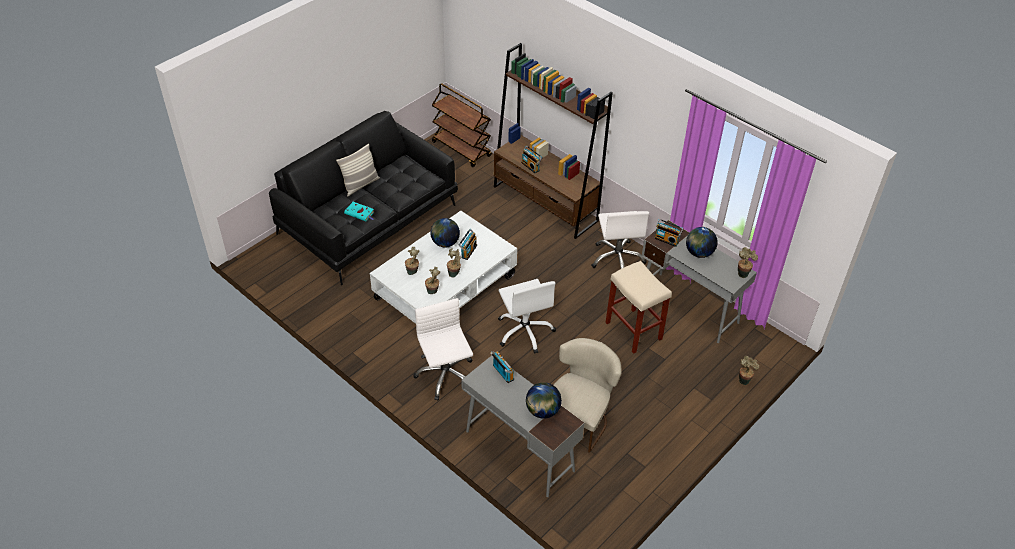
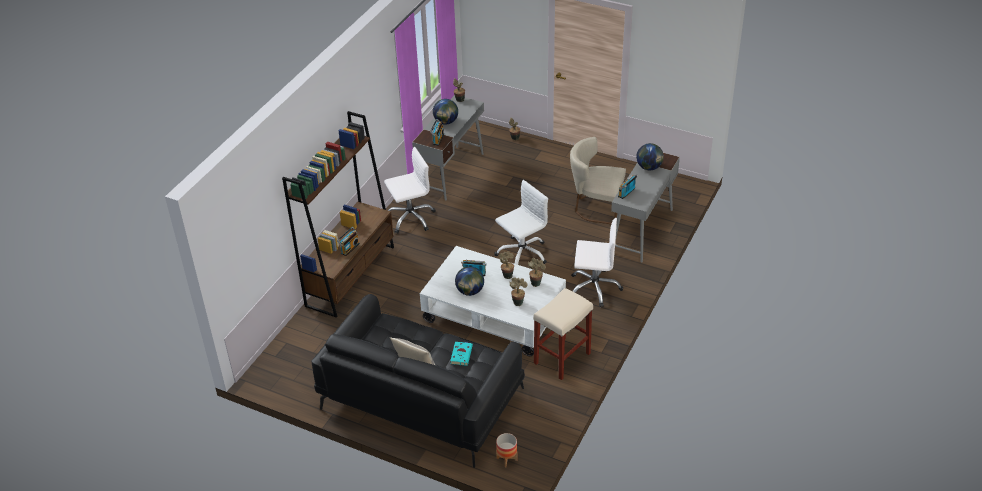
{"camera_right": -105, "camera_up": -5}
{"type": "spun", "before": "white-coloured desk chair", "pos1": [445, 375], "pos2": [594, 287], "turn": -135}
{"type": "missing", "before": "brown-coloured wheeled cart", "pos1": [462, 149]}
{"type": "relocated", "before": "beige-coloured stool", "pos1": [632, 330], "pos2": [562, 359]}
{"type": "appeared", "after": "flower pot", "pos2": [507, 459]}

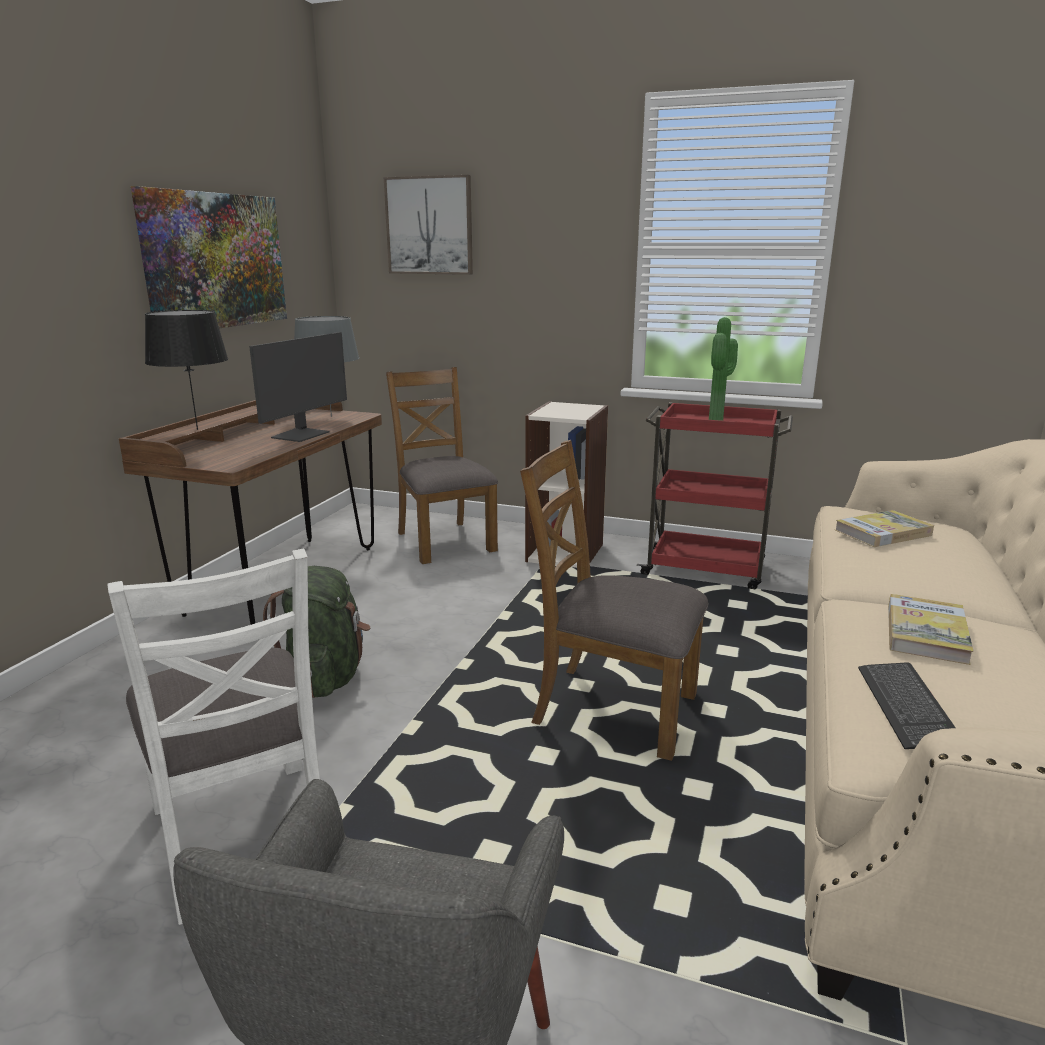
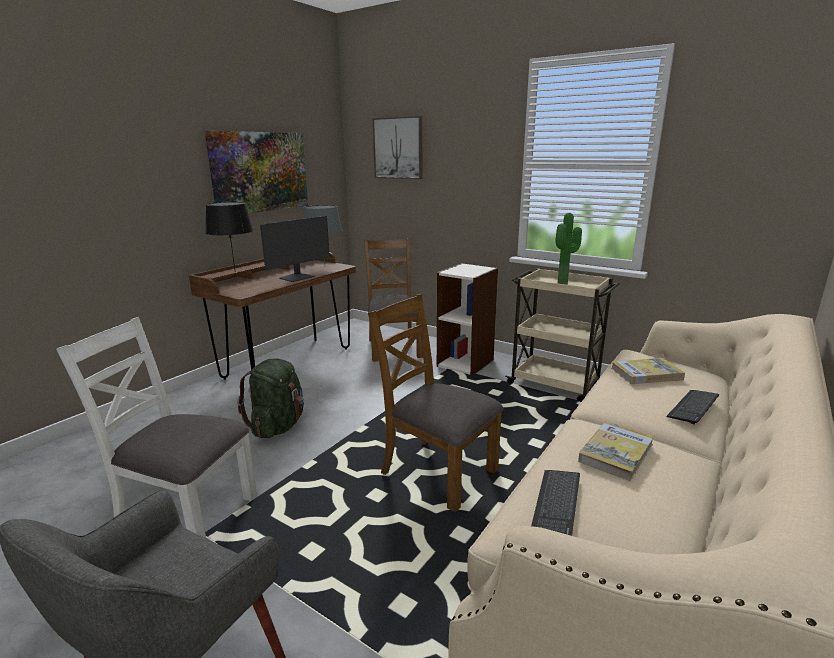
{"camera_right": 15, "camera_up": 0}
{"type": "spun", "before": "white-coloured plain chair", "pos1": [243, 835], "pos2": [186, 513], "turn": 120}
{"type": "colour", "before": "reddish wheeled cart", "after": "beige-coloured wheeled cart", "pos1": [706, 569], "pos2": [555, 384]}
{"type": "appeared", "after": "keyboard", "pos2": [693, 407]}

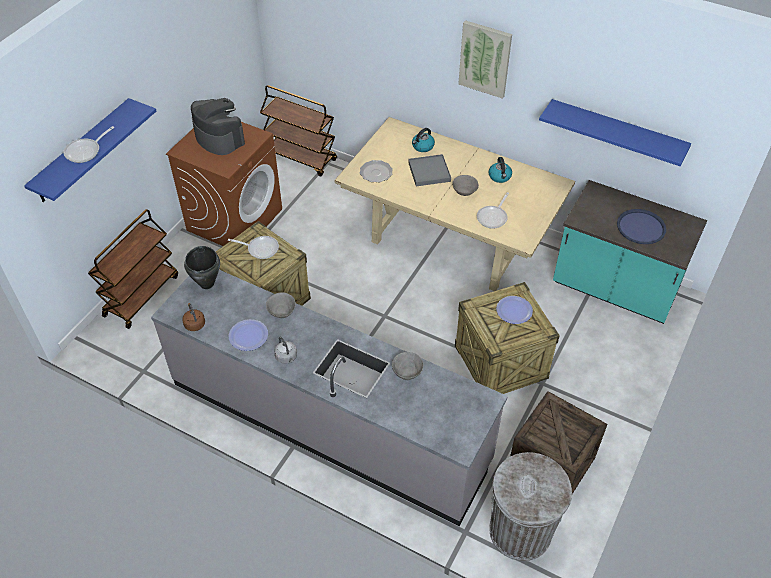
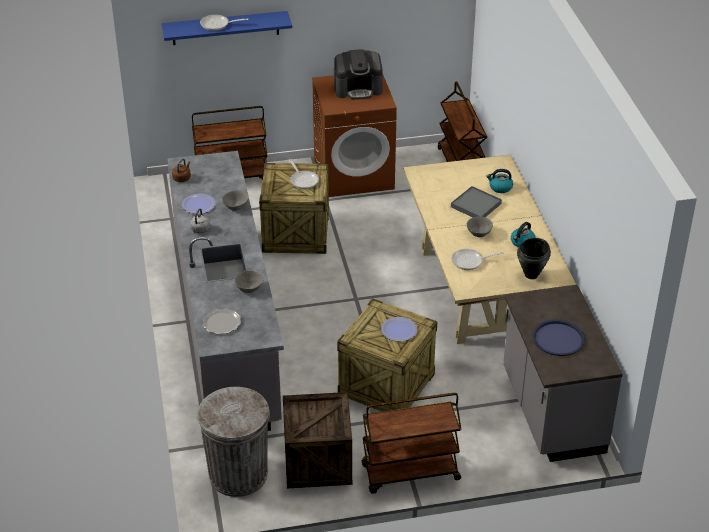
{"camera_right": 50, "camera_up": -10}
{"type": "relocated", "before": "blackish saucepot", "pos1": [207, 283], "pos2": [531, 275]}
{"type": "spun", "before": "coffee machine", "pos1": [219, 138], "pos2": [358, 89], "turn": 75}
{"type": "relocated", "before": "flat dish", "pos1": [376, 173], "pos2": [221, 323]}
{"type": "missing", "before": "picture", "pos1": [485, 59]}
{"type": "missing", "before": "blue-coloured shelf", "pos1": [617, 132]}
{"type": "colour", "before": "turquoise counter", "after": "grey counter", "pos1": [614, 289], "pos2": [551, 412]}
{"type": "appeared", "after": "brown-coloured wheeled cart", "pos2": [410, 473]}

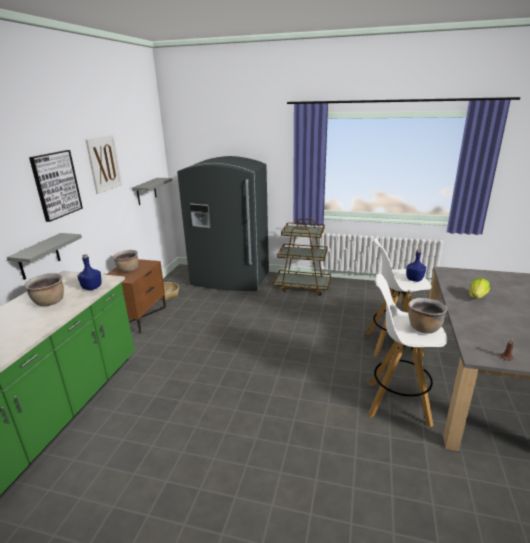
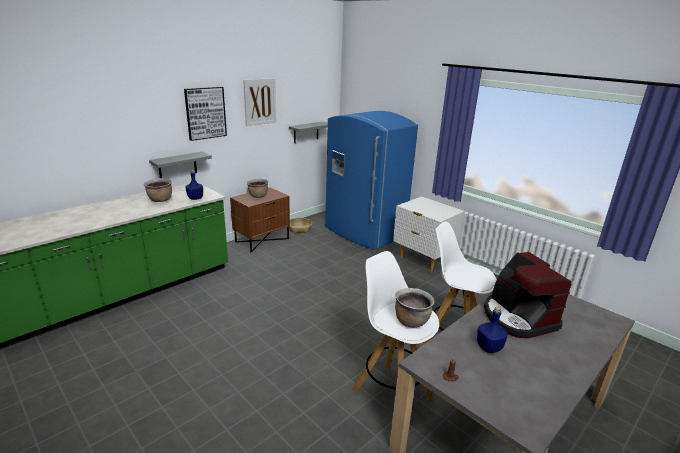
{"camera_right": 30, "camera_up": 0}
{"type": "colour", "before": "grey fridge", "after": "blue-coloured fridge", "pos1": [230, 279], "pos2": [363, 233]}
{"type": "exchanged", "before": "brown-coloured wheeled cart", "after": "white-coloured nightstand", "pos1": [302, 286], "pos2": [423, 260]}
{"type": "relocated", "before": "blue-coloured bottle", "pos1": [414, 279], "pos2": [488, 347]}
{"type": "exchanged", "before": "lettuce", "after": "coffee machine", "pos1": [477, 297], "pos2": [518, 318]}

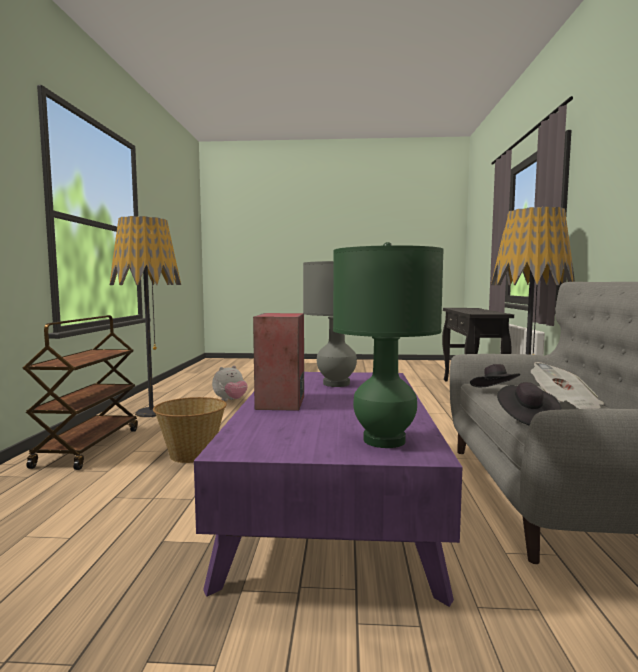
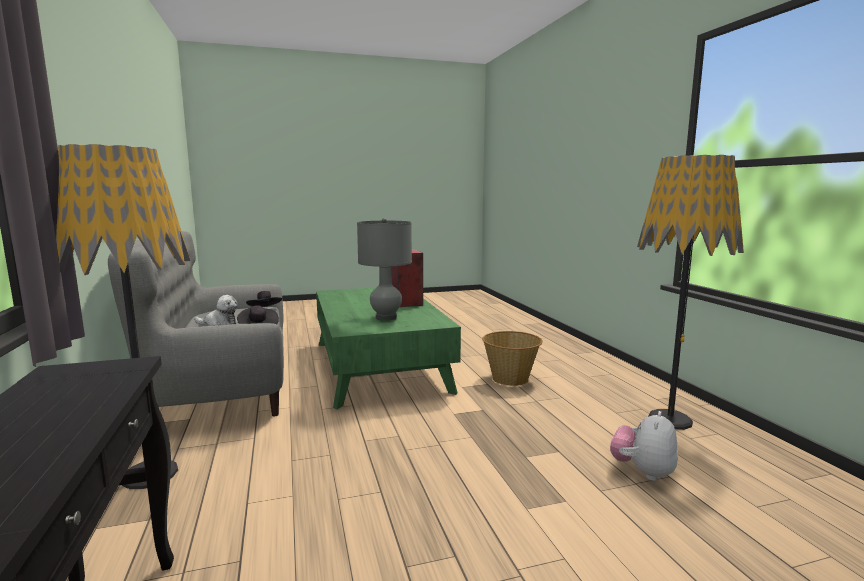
{"camera_right": 160, "camera_up": 5}
{"type": "missing", "before": "brown-coloured wheeled cart", "pos1": [88, 446]}
{"type": "colour", "before": "purplish lounge table", "after": "greenish lounge table", "pos1": [332, 501], "pos2": [378, 365]}
{"type": "missing", "before": "greenish tabletop lamp", "pos1": [384, 441]}
{"type": "exchanged", "before": "daily paper", "after": "soft toy", "pos1": [565, 405], "pos2": [219, 324]}

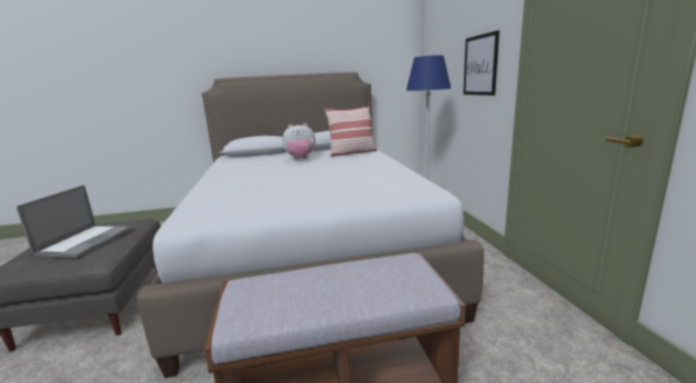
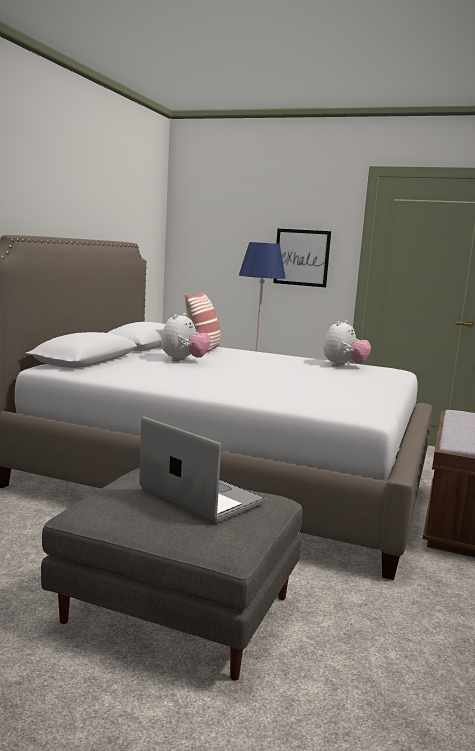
{"camera_right": -60, "camera_up": -5}
{"type": "appeared", "after": "soft toy", "pos2": [344, 366]}

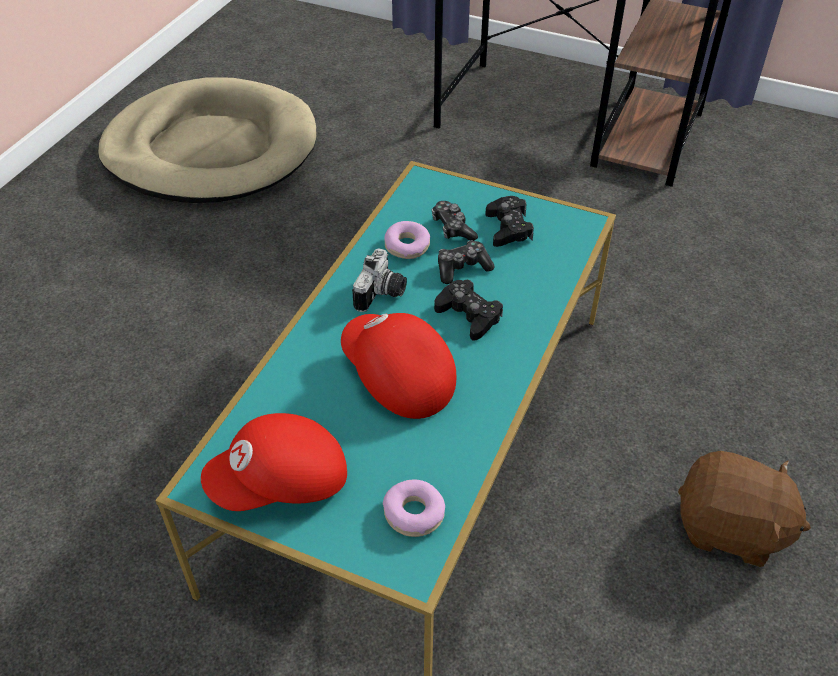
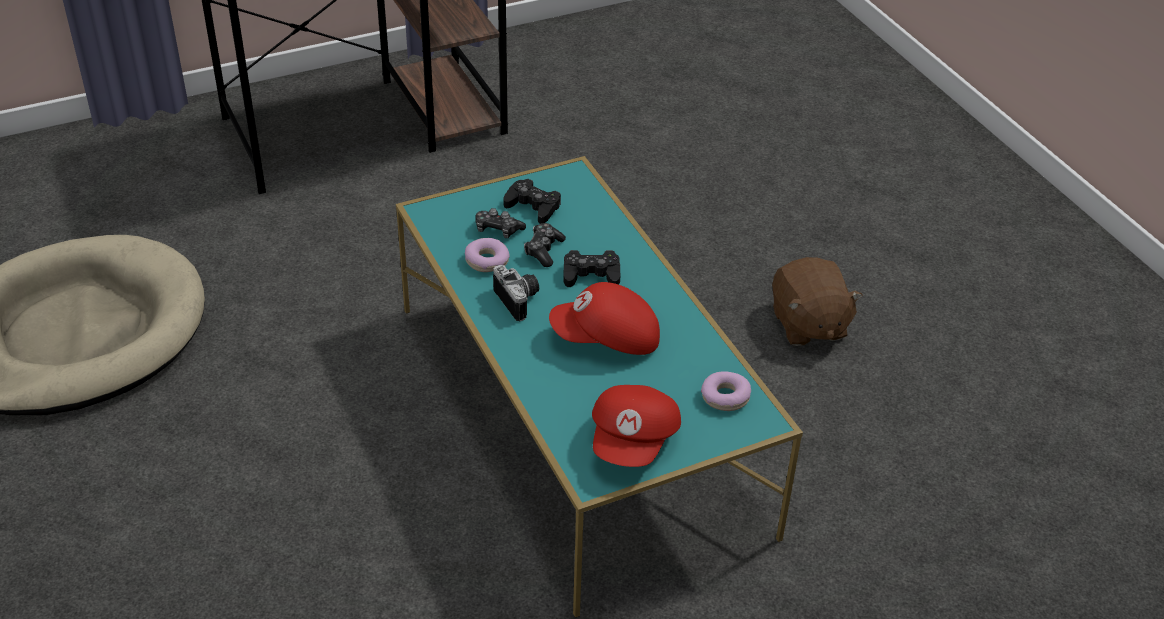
{"camera_right": -50, "camera_up": -5}
{"type": "spun", "before": "brown-coloured soft toy", "pos1": [730, 528], "pos2": [808, 325], "turn": 105}

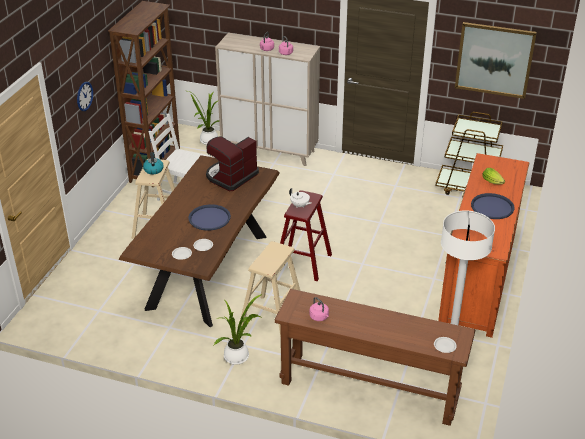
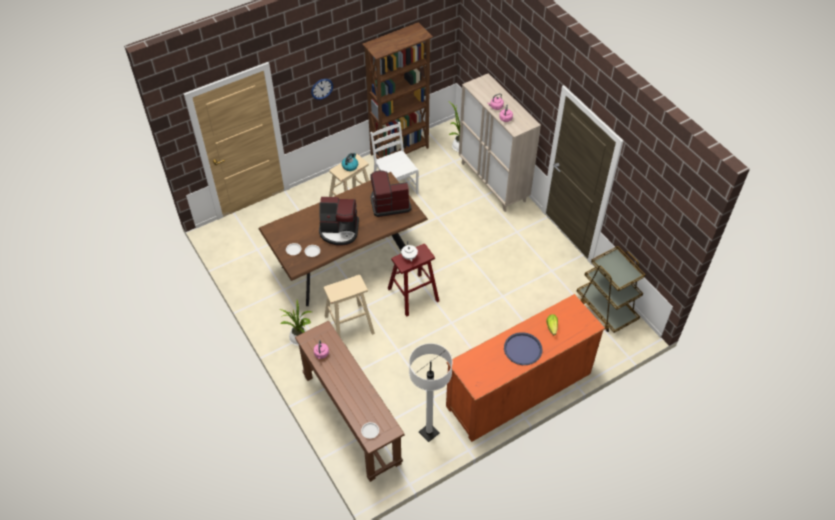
{"camera_right": 40, "camera_up": 15}
{"type": "exchanged", "before": "blue-coloured serving tray", "after": "coffee machine", "pos1": [209, 218], "pos2": [339, 231]}
{"type": "missing", "before": "picture", "pos1": [494, 60]}

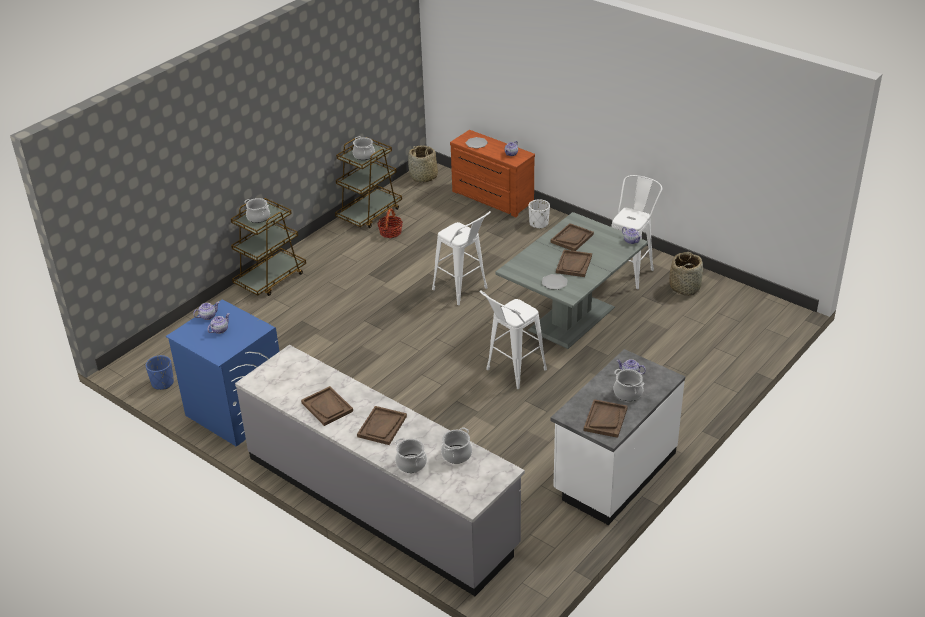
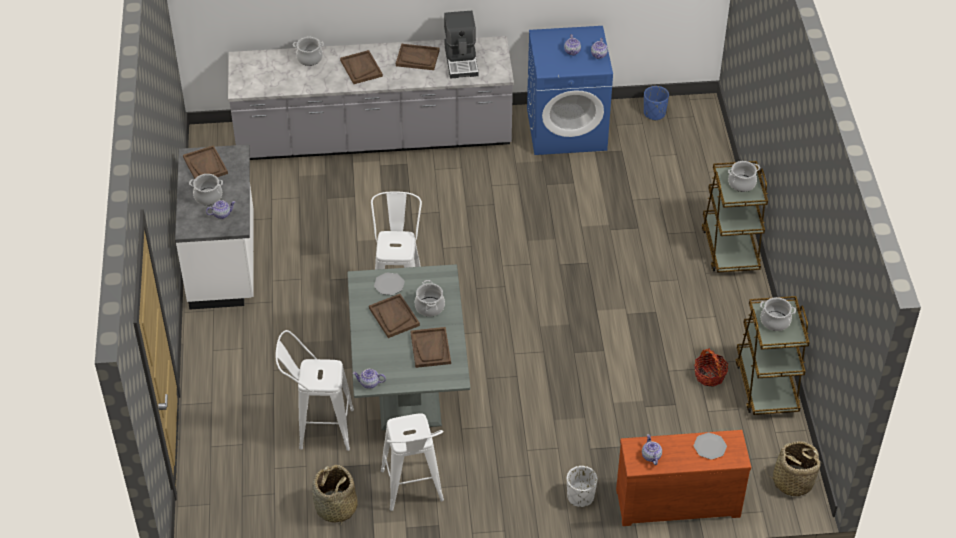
{"camera_right": 135, "camera_up": 10}
{"type": "relocated", "before": "white-coloured stool", "pos1": [463, 291], "pos2": [319, 428]}
{"type": "relocated", "before": "saucepot", "pos1": [456, 454], "pos2": [430, 307]}
{"type": "appeared", "after": "coffee machine", "pos2": [462, 60]}

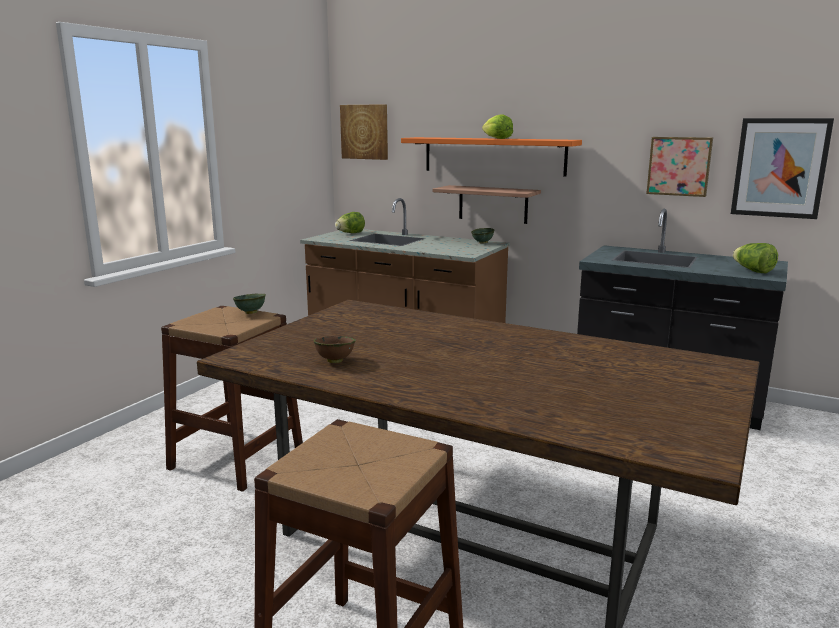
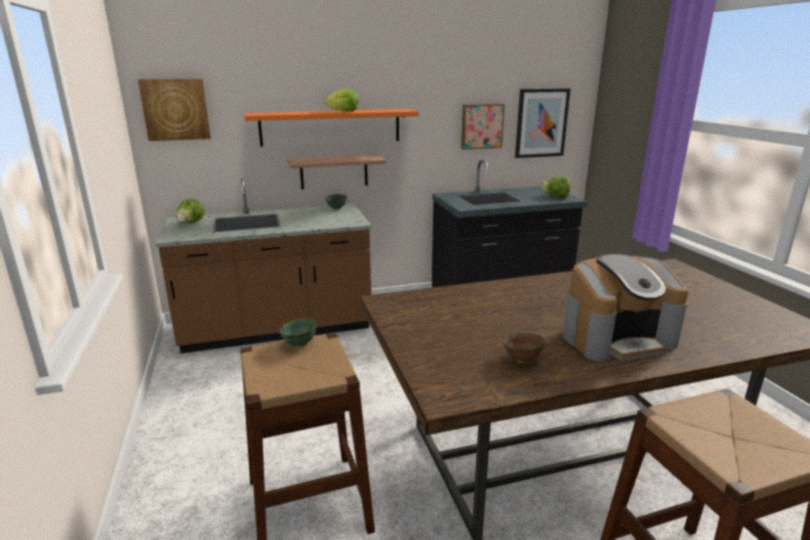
{"camera_right": -45, "camera_up": 5}
{"type": "appeared", "after": "coffee machine", "pos2": [617, 338]}

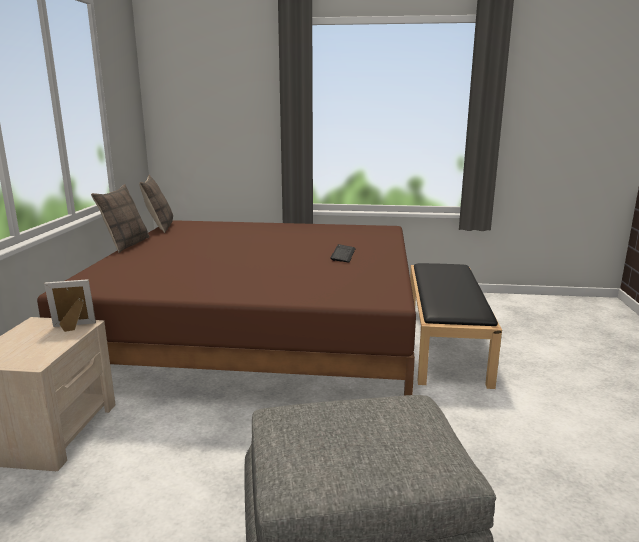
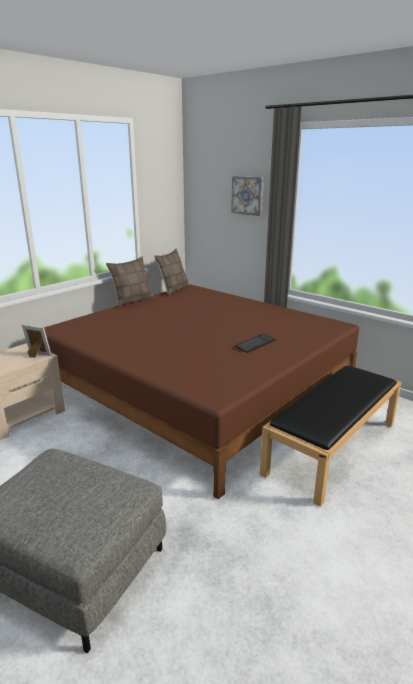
{"camera_right": 35, "camera_up": 5}
{"type": "appeared", "after": "picture", "pos2": [248, 195]}

